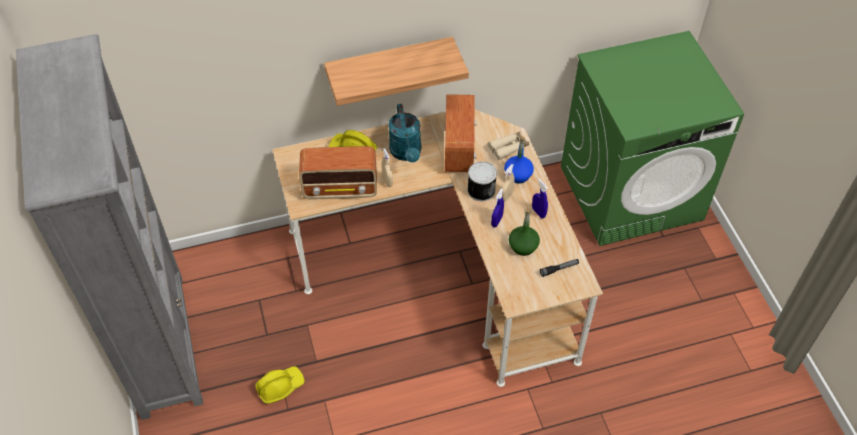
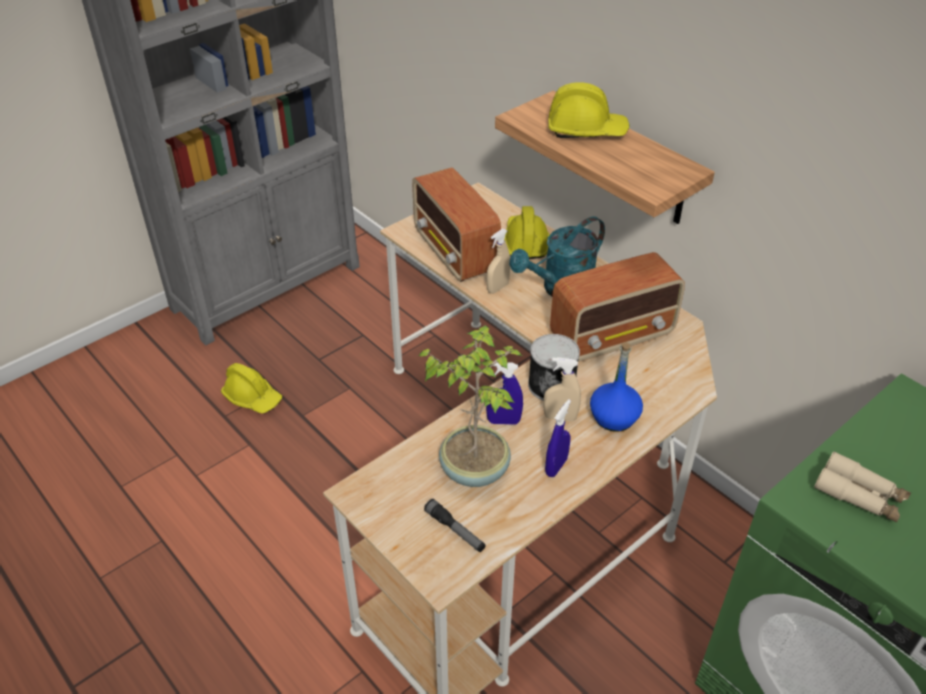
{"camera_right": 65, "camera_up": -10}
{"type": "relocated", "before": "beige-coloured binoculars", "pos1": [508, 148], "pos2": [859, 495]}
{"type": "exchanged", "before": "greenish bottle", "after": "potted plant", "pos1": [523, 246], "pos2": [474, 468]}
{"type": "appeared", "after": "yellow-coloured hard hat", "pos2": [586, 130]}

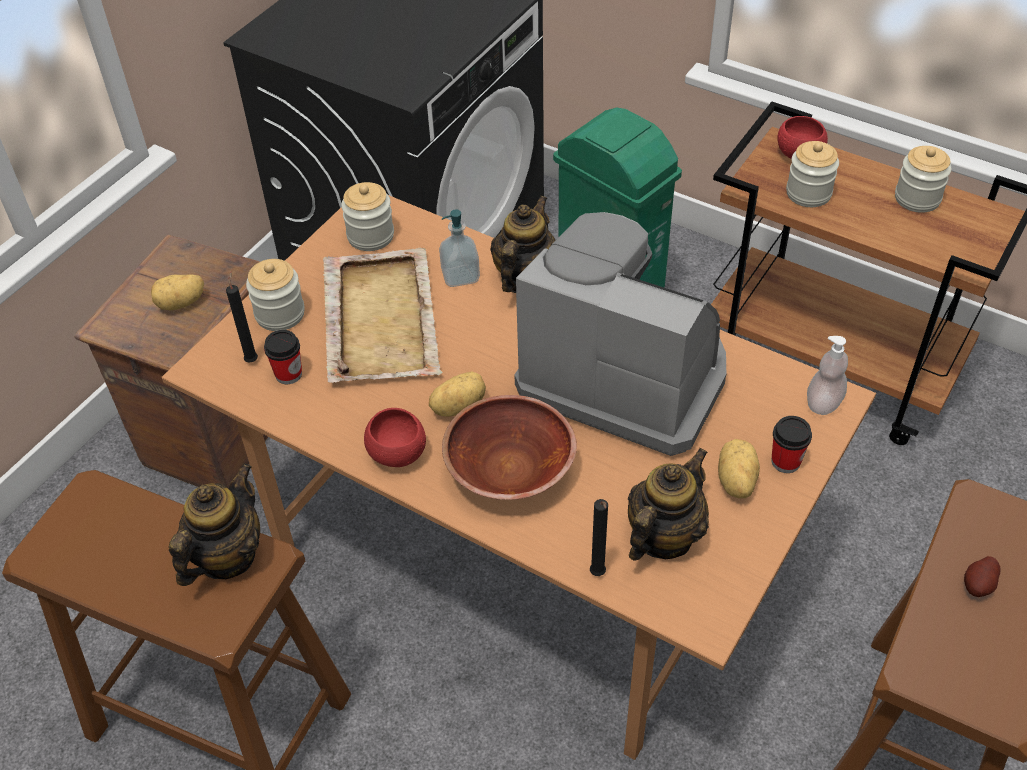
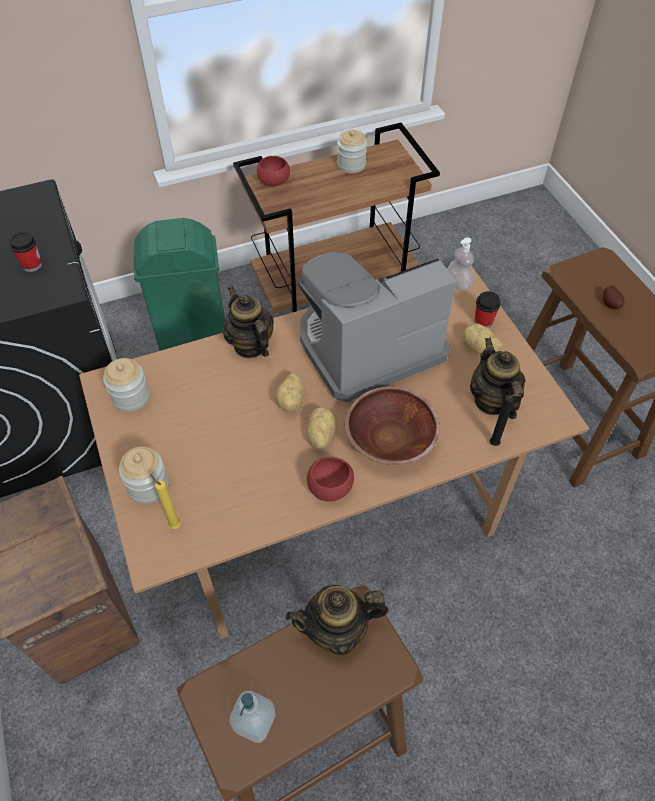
{"camera_right": -55, "camera_up": 5}
{"type": "relocated", "before": "spud", "pos1": [181, 303], "pos2": [292, 400]}
{"type": "spun", "before": "pot for tea", "pos1": [226, 556], "pos2": [337, 631], "turn": -75}
{"type": "colour", "before": "blackish wax candle", "after": "yellow-coloured wax candle", "pos1": [252, 359], "pos2": [174, 525]}
{"type": "relocated", "before": "cup", "pos1": [288, 374], "pos2": [32, 265]}
{"type": "missing", "before": "beige-coloured serving tray", "pos1": [380, 318]}
{"type": "relocated", "before": "soap bottle", "pos1": [460, 276], "pos2": [254, 721]}
{"type": "missing", "before": "preserve jar", "pos1": [808, 193]}

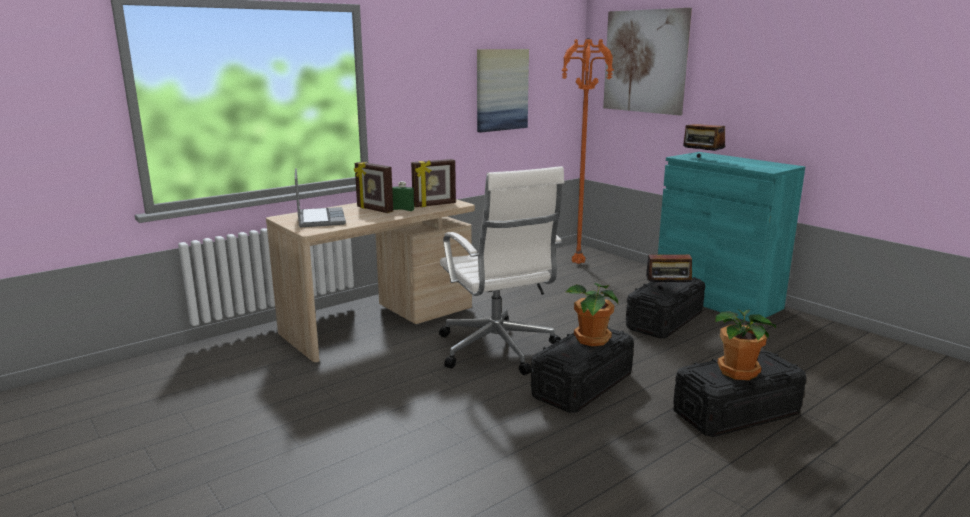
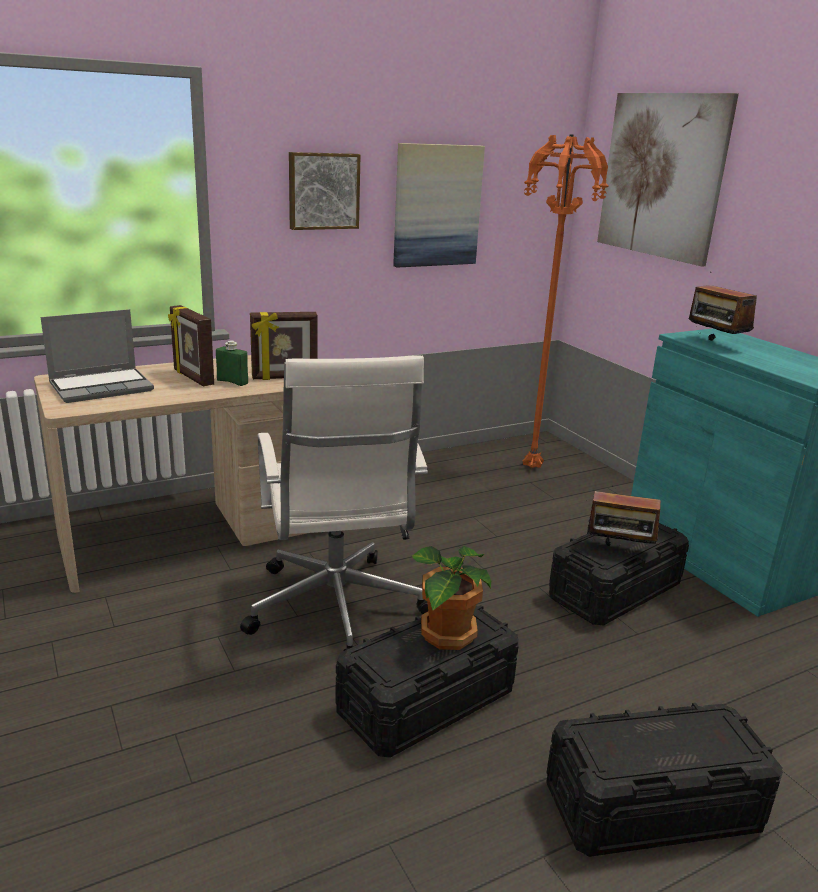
{"camera_right": 10, "camera_up": 5}
{"type": "spun", "before": "laptop", "pos1": [320, 219], "pos2": [102, 387], "turn": 60}
{"type": "missing", "before": "potted plant", "pos1": [740, 372]}
{"type": "appeared", "after": "picture", "pos2": [323, 191]}

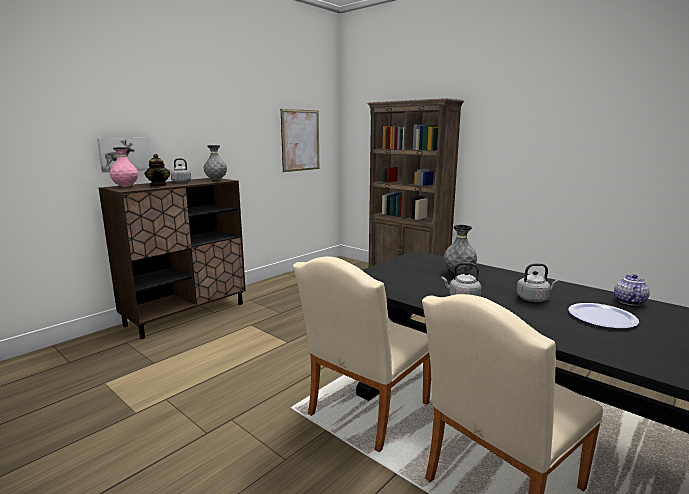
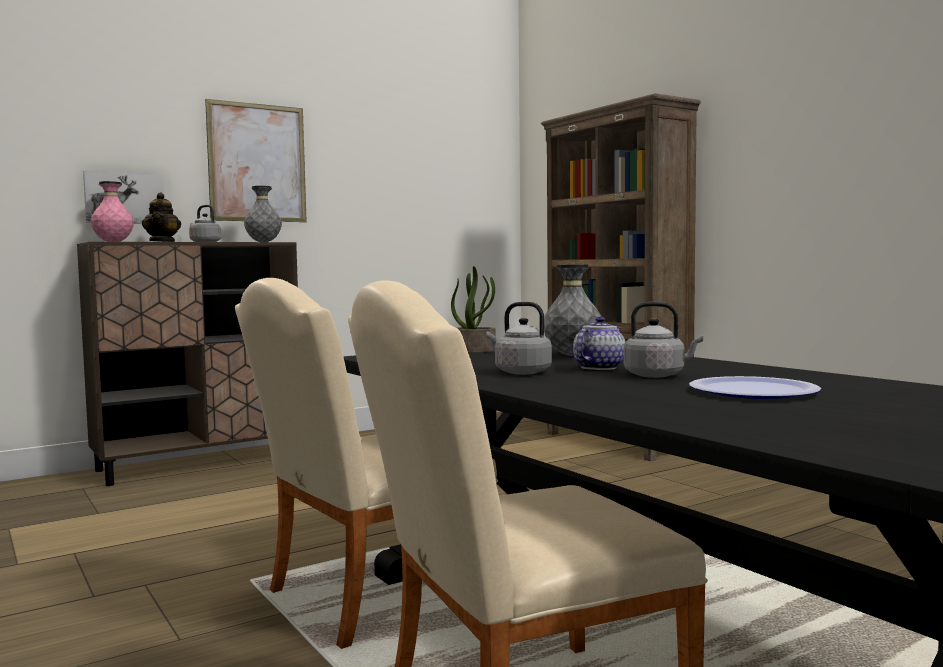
{"camera_right": 15, "camera_up": -10}
{"type": "relocated", "before": "picture", "pos1": [300, 140], "pos2": [257, 163]}
{"type": "relocated", "before": "pot for tea", "pos1": [628, 301], "pos2": [599, 367]}
{"type": "appeared", "after": "potted plant", "pos2": [473, 351]}

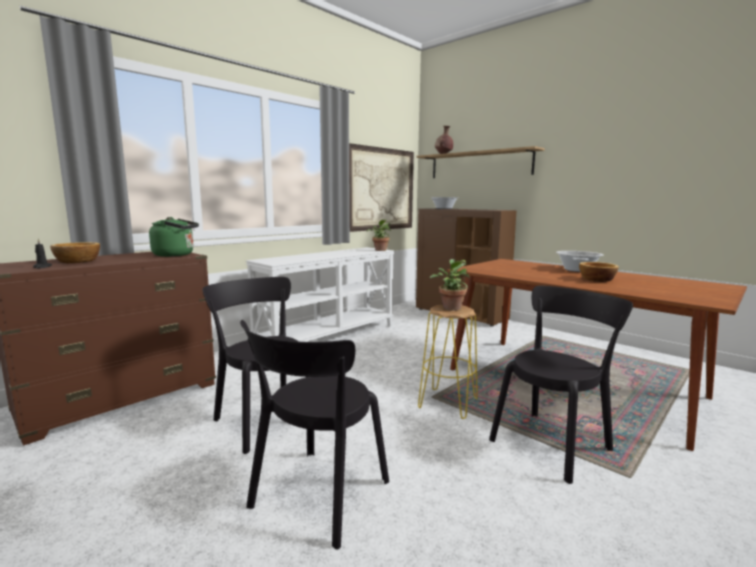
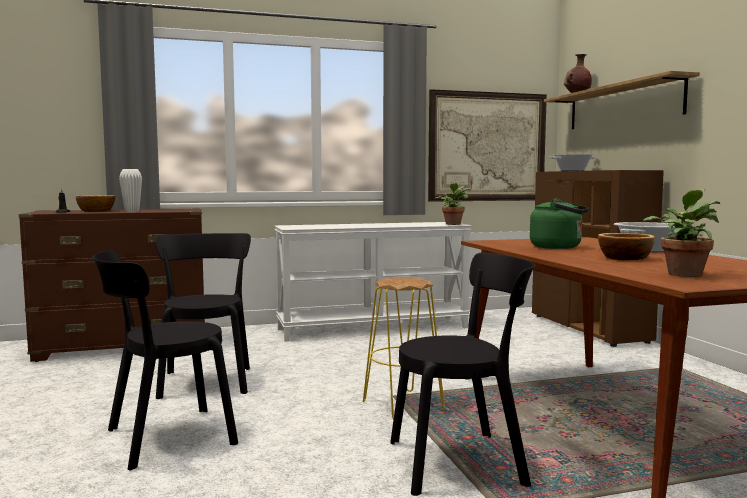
{"camera_right": 30, "camera_up": -5}
{"type": "relocated", "before": "greenish tea kettle", "pos1": [176, 255], "pos2": [559, 247]}
{"type": "relocated", "before": "potted plant", "pos1": [451, 307], "pos2": [683, 274]}
{"type": "appeared", "after": "white-coloured vase", "pos2": [132, 211]}

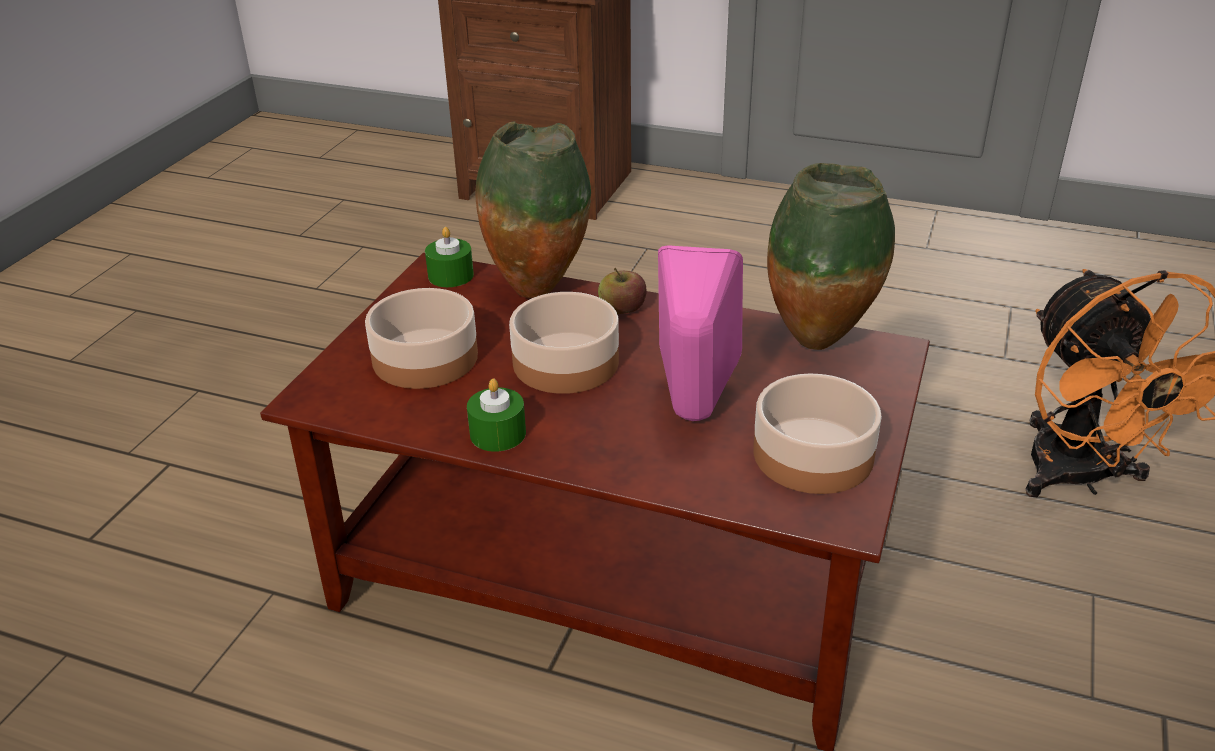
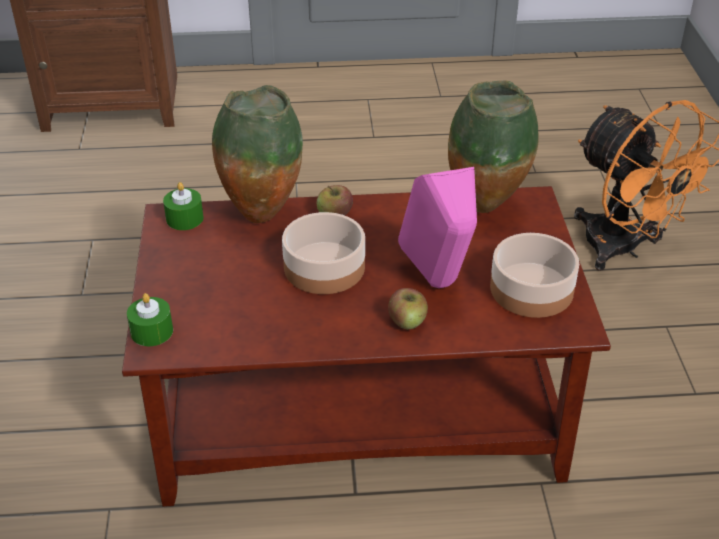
{"camera_right": -25, "camera_up": 5}
{"type": "missing", "before": "serving bowl", "pos1": [426, 357]}
{"type": "relocated", "before": "greenish wax candle", "pos1": [498, 433], "pos2": [152, 331]}
{"type": "appeared", "after": "whole apple", "pos2": [407, 321]}

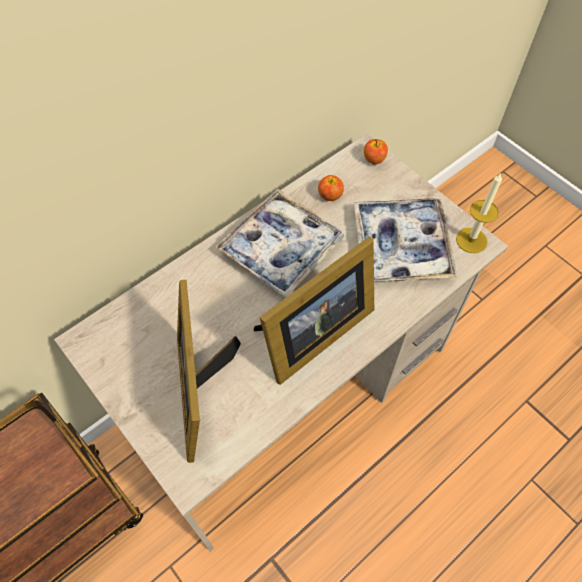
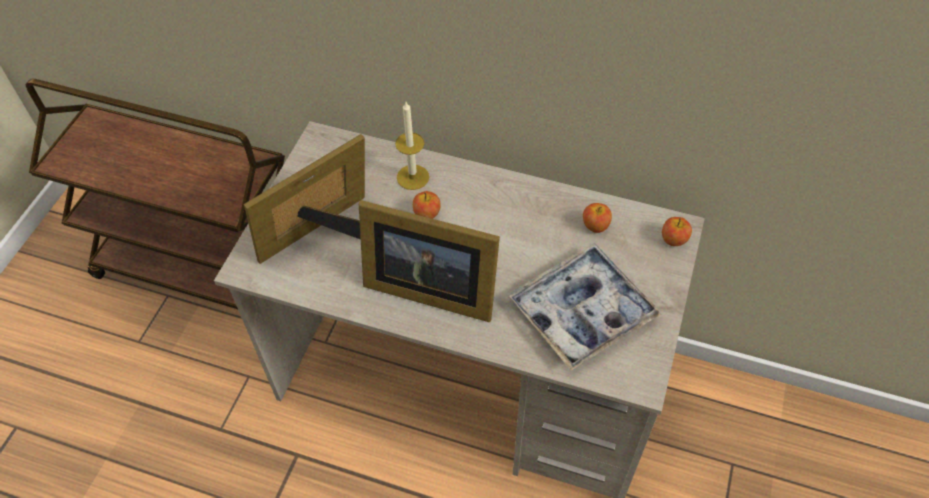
{"camera_right": 60, "camera_up": -5}
{"type": "missing", "before": "serving tray", "pos1": [281, 248]}
{"type": "relocated", "before": "wax candle", "pos1": [471, 240], "pos2": [413, 177]}
{"type": "appeared", "after": "whole apple", "pos2": [427, 214]}

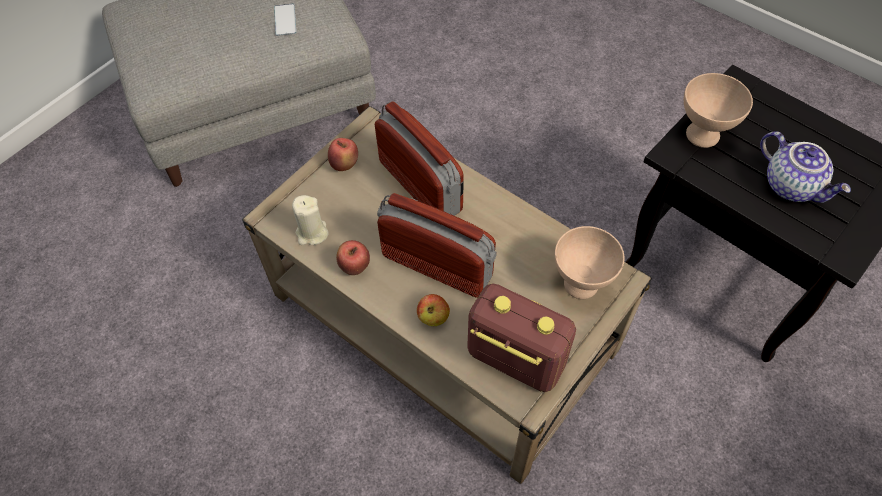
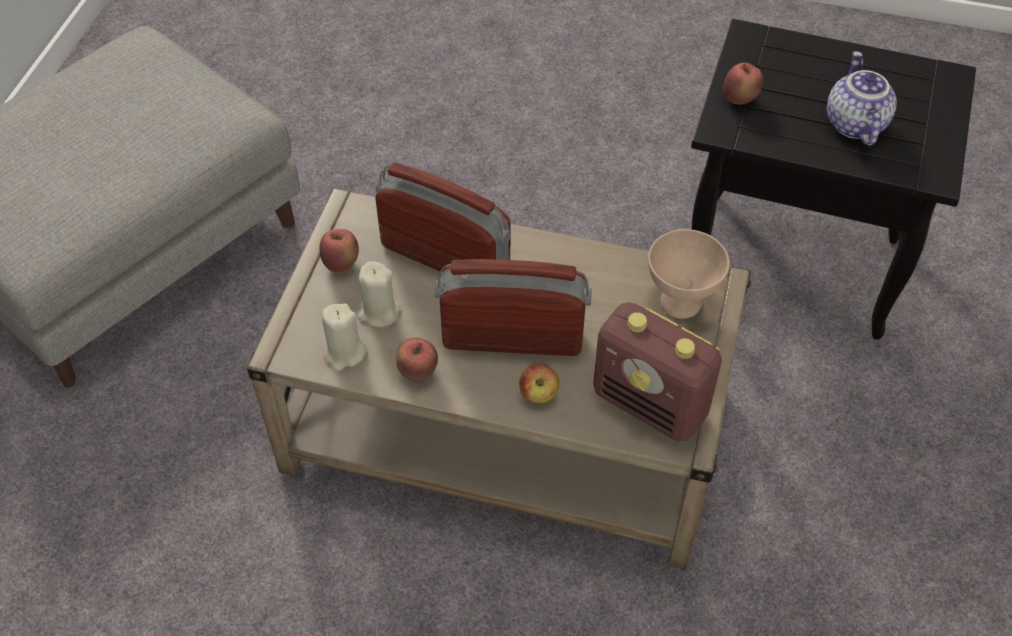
{"camera_right": -25, "camera_up": -5}
{"type": "missing", "before": "handset", "pos1": [285, 20]}
{"type": "spun", "before": "radio set", "pos1": [514, 359], "pos2": [651, 404], "turn": -150}
{"type": "exchanged", "before": "beige-coloured serving bowl", "after": "whole apple", "pos1": [703, 134], "pos2": [739, 99]}
{"type": "spun", "before": "pot for tea", "pos1": [792, 185], "pos2": [853, 123], "turn": -120}
{"type": "appeared", "after": "beige-coloured wax candle", "pos2": [379, 312]}

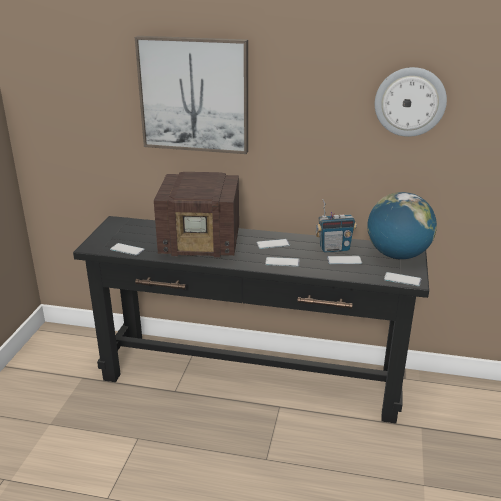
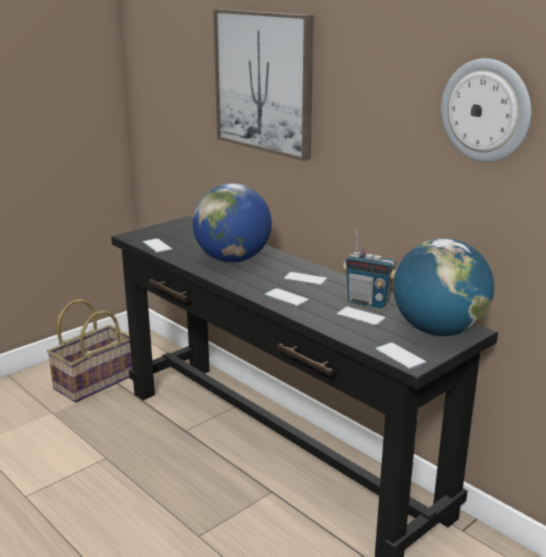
{"camera_right": 35, "camera_up": -5}
{"type": "exchanged", "before": "radio set", "after": "globe", "pos1": [202, 244], "pos2": [233, 259]}
{"type": "appeared", "after": "storage basket", "pos2": [94, 381]}

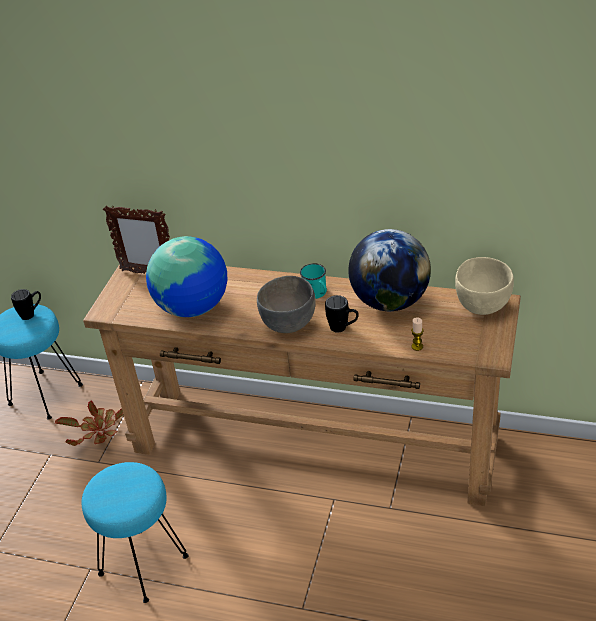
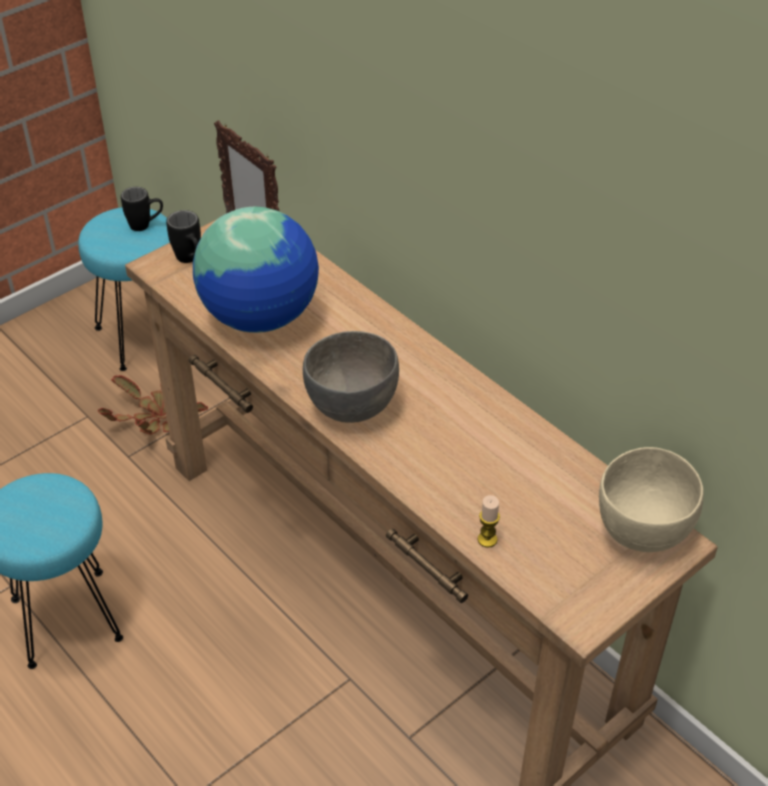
{"camera_right": 30, "camera_up": 5}
{"type": "missing", "before": "turquoise mug", "pos1": [316, 293]}
{"type": "relocated", "before": "blackish mug", "pos1": [343, 328], "pos2": [190, 260]}
{"type": "missing", "before": "globe", "pos1": [389, 302]}

